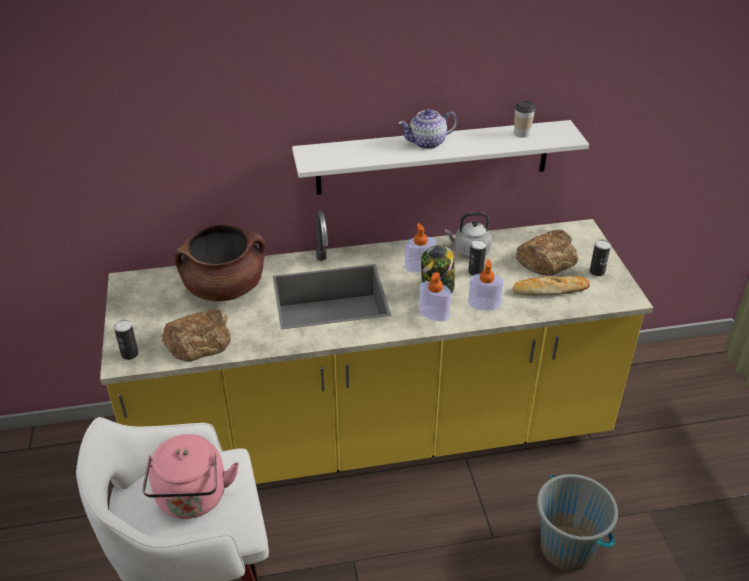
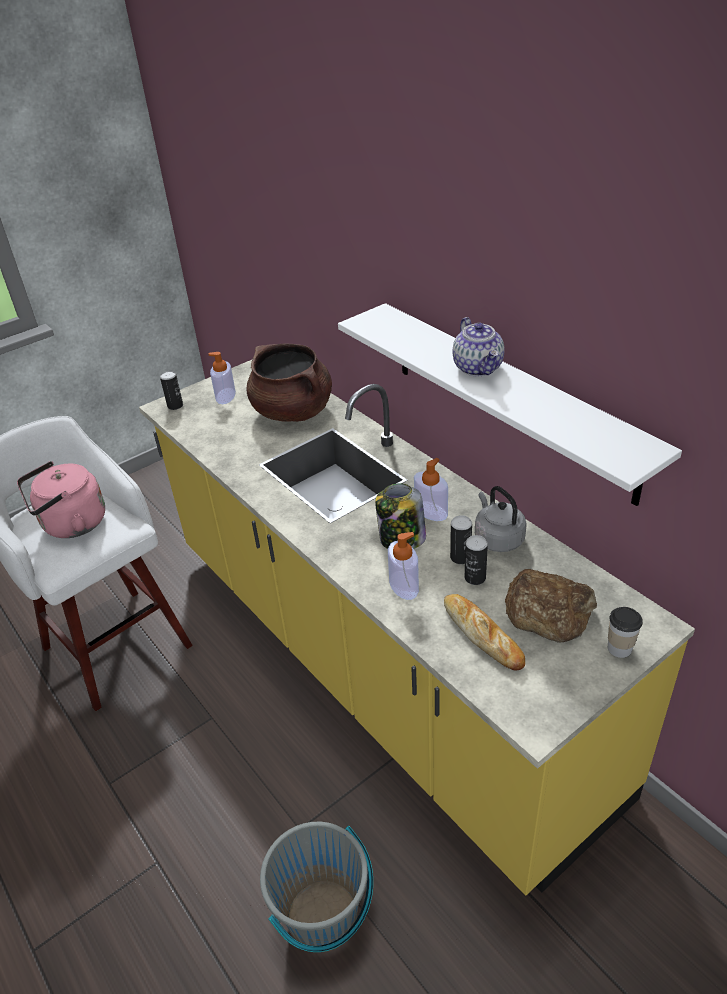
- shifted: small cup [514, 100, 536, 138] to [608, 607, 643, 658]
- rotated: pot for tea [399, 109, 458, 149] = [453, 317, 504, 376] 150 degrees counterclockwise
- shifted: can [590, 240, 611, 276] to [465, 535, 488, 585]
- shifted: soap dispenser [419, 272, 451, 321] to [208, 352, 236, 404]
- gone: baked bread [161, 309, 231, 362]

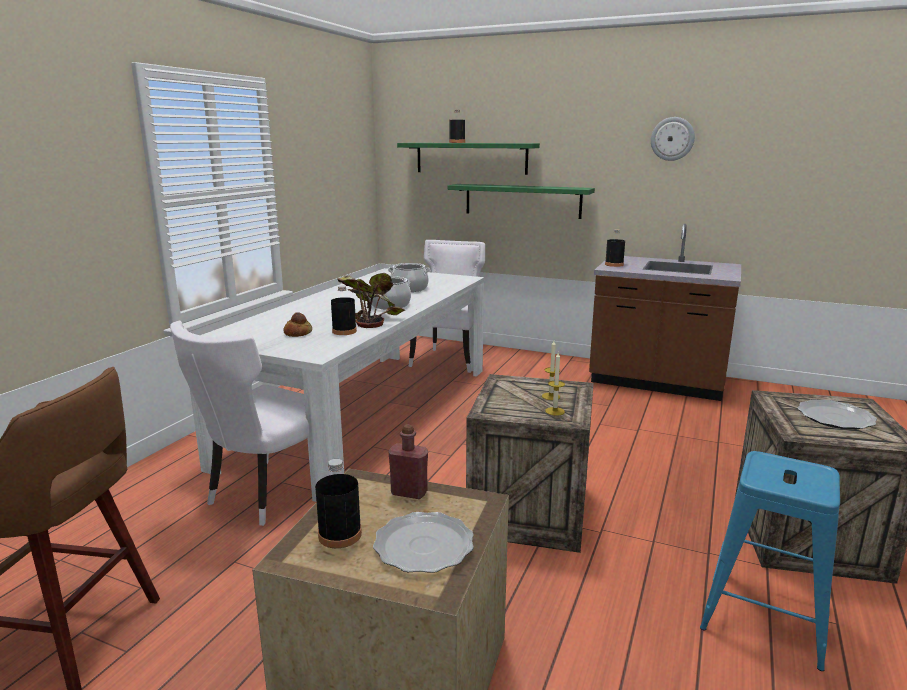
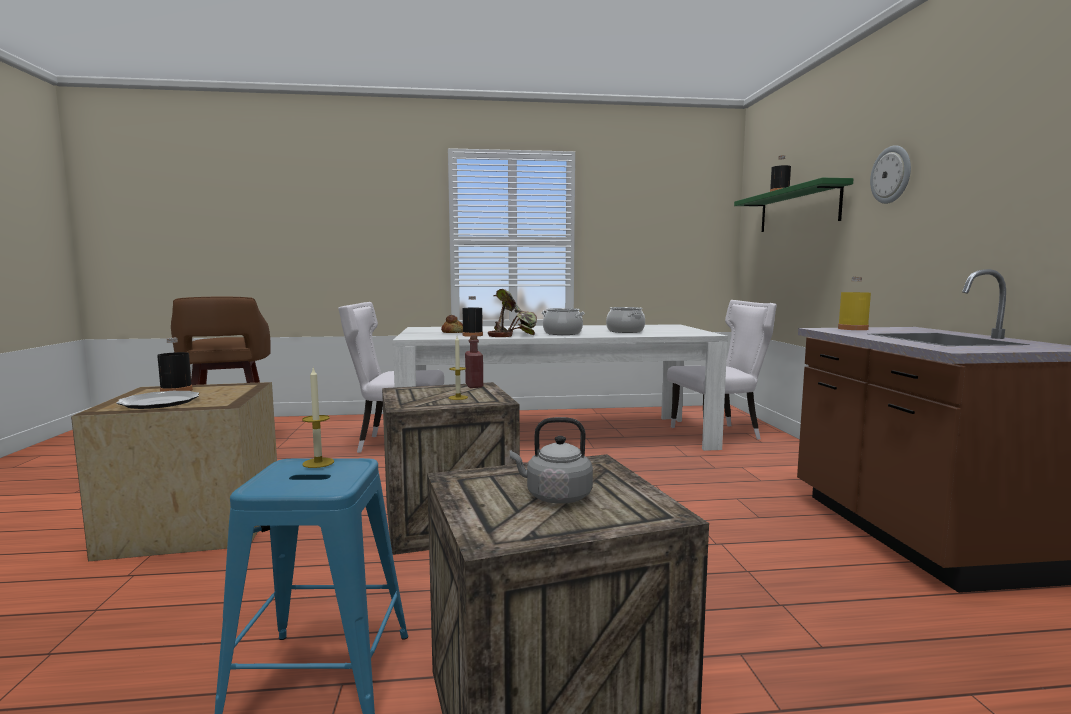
- shifted: hanging clock [651, 117, 695, 161] to [870, 145, 911, 204]
- gone: wall shelf (green-coloured) [448, 184, 595, 219]
- repainted: bottle (blackish) [605, 230, 625, 267] to bottle (yellow) [838, 277, 871, 330]
- shifted: wax candle [545, 353, 565, 416] to [302, 368, 334, 468]
- swapped: flat dish [797, 399, 877, 430] to kettle (gray) [510, 417, 593, 504]
- shifted: bottle (red-coloured) [389, 424, 428, 499] to [465, 335, 483, 388]

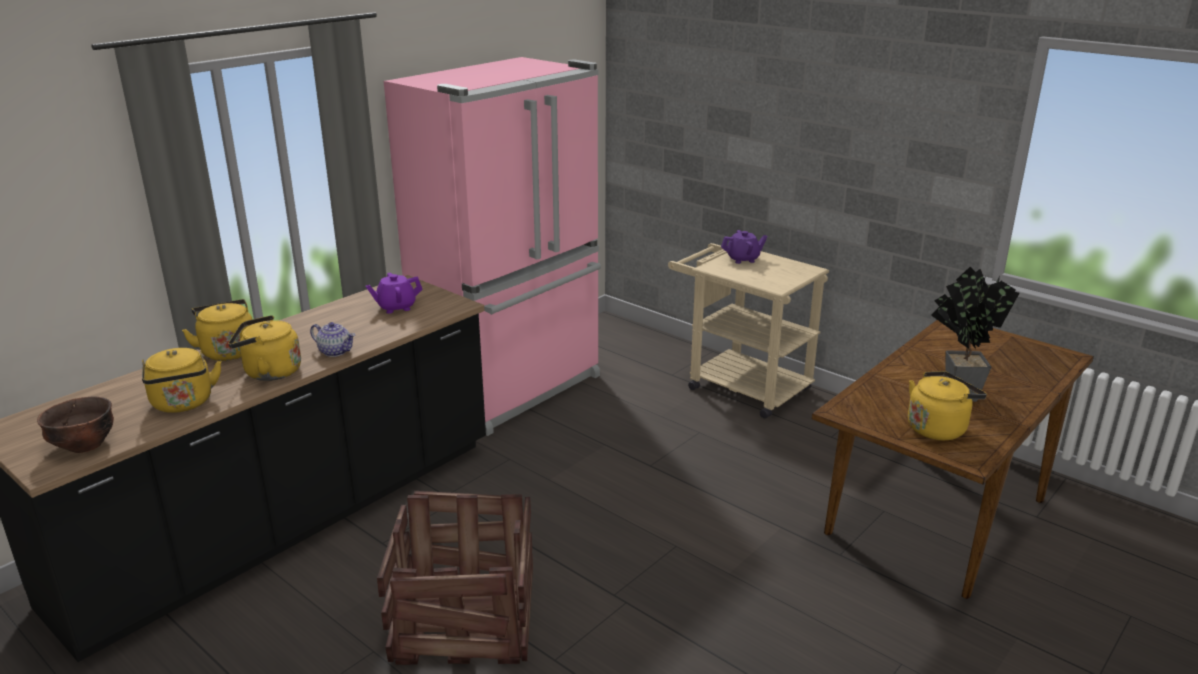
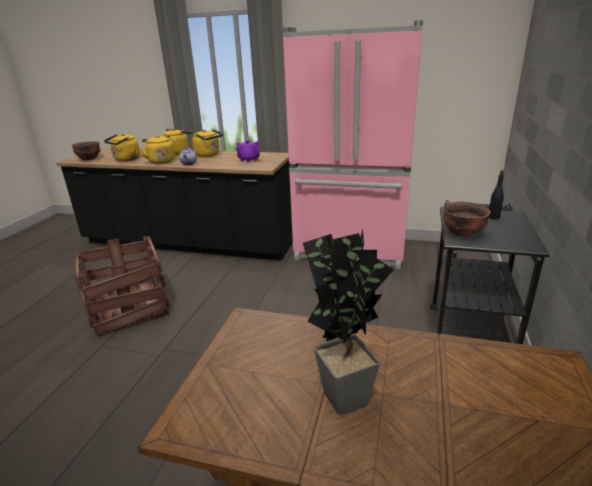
- swapped: pot for tea (purplish) [721, 230, 768, 264] to bottle (blackish) [489, 170, 504, 219]
- repainted: wheeled cart (sand-coloured) [668, 243, 829, 419] to wheeled cart (blackish) [430, 200, 550, 344]
- shifted: kettle (yellow) [908, 371, 987, 440] to [192, 129, 223, 157]
- new: bowl (brown-coloured) [443, 202, 491, 236]

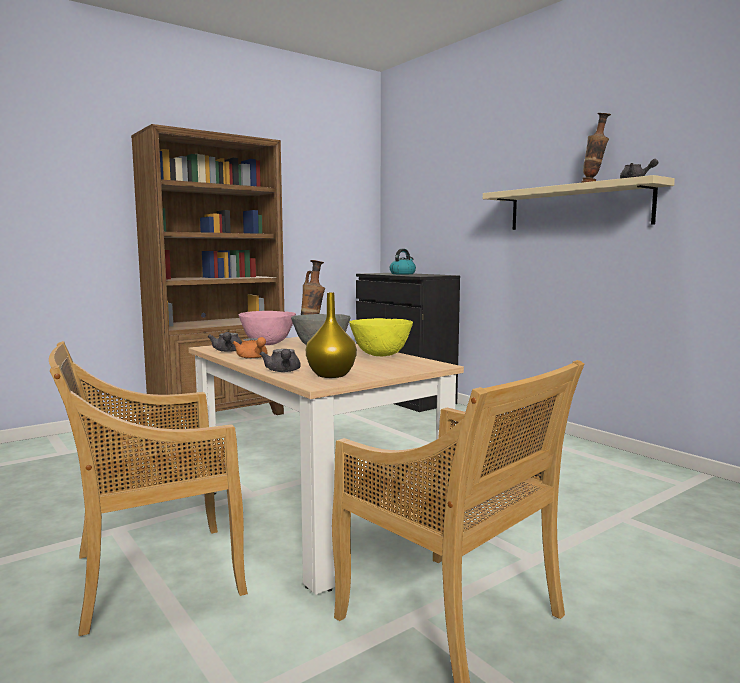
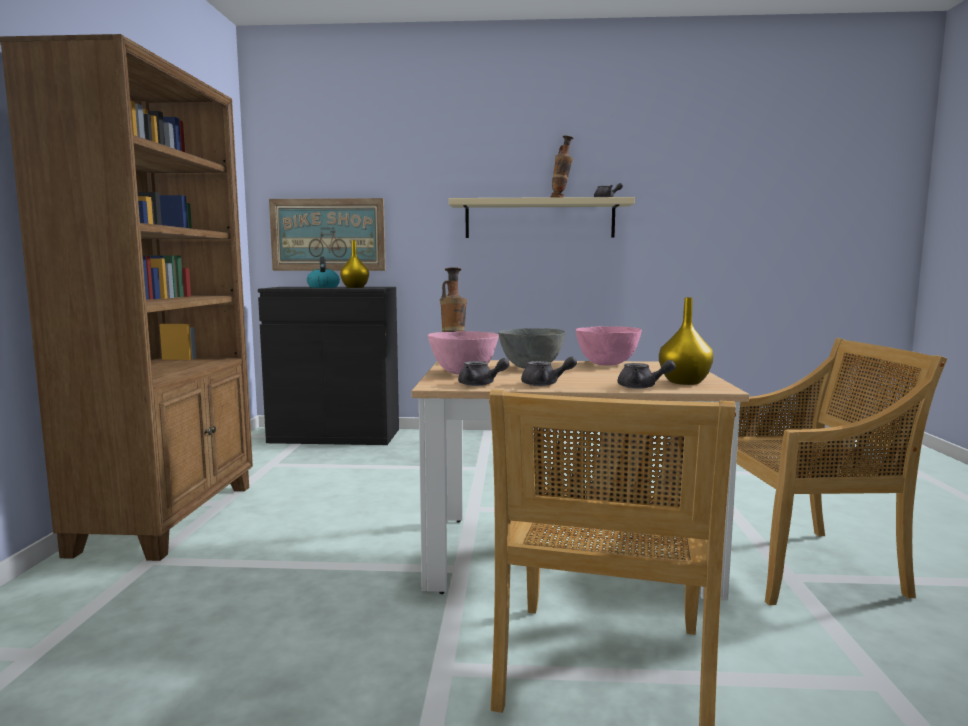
- repainted: bowl (yellow) [349, 318, 413, 356] to bowl (pinkish) [576, 326, 642, 366]
- repainted: pot for tea (orange-coloured) [233, 337, 267, 359] to pot for tea (gray) [521, 356, 577, 386]
- new: wall art [269, 198, 386, 271]
- new: flower vase (yellow) [340, 241, 369, 288]

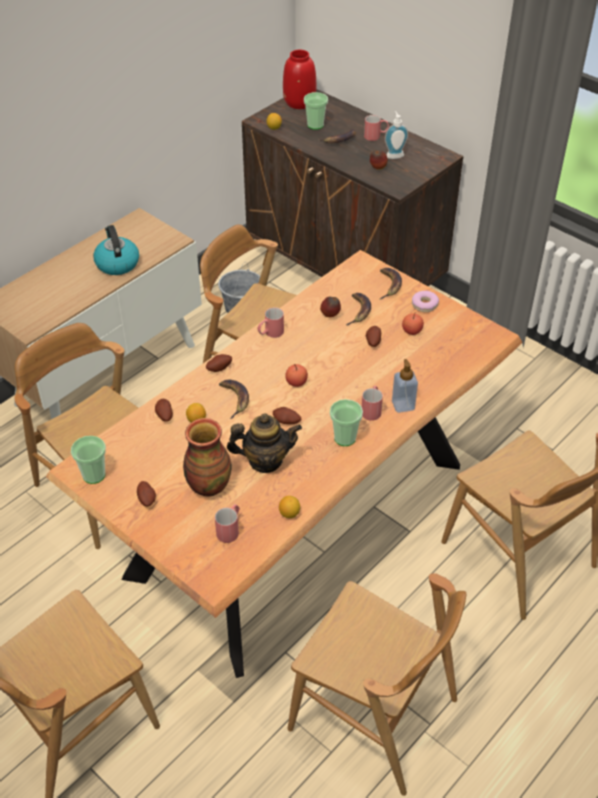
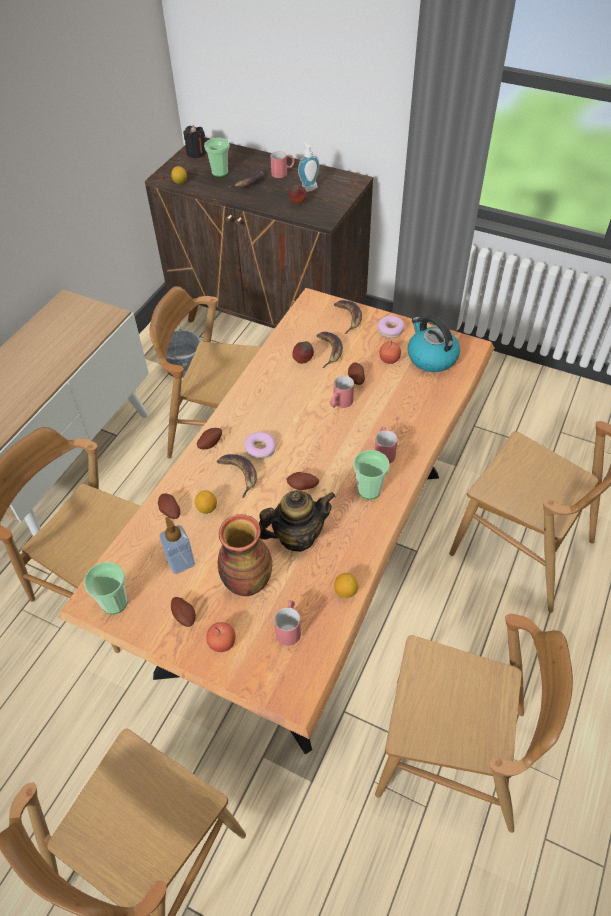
- swapped: flower vase (red-coloured) [283, 50, 316, 109] to wax candle (blackish) [183, 125, 206, 159]
- shifted: kettle [93, 225, 139, 275] to [408, 315, 460, 372]
- shifted: coffee mug (red-coloured) [257, 308, 284, 338] to [330, 376, 354, 408]
- shifted: soap dispenser [392, 359, 418, 413] to [159, 517, 195, 574]
- shifted: apple fruit [285, 364, 308, 387] to [206, 622, 236, 652]
- new: ring doughnut [244, 432, 276, 459]

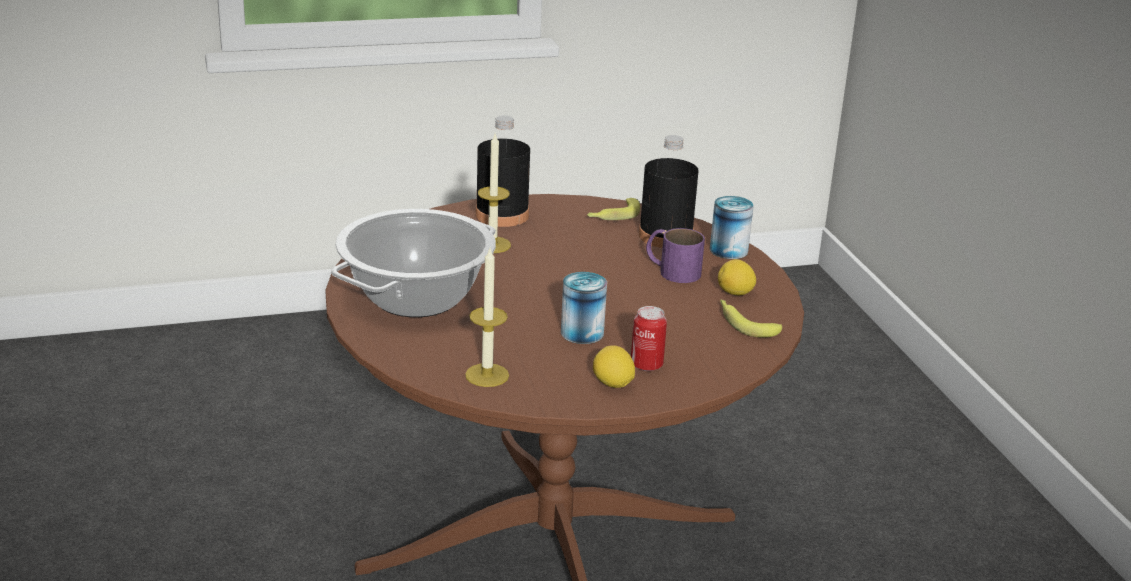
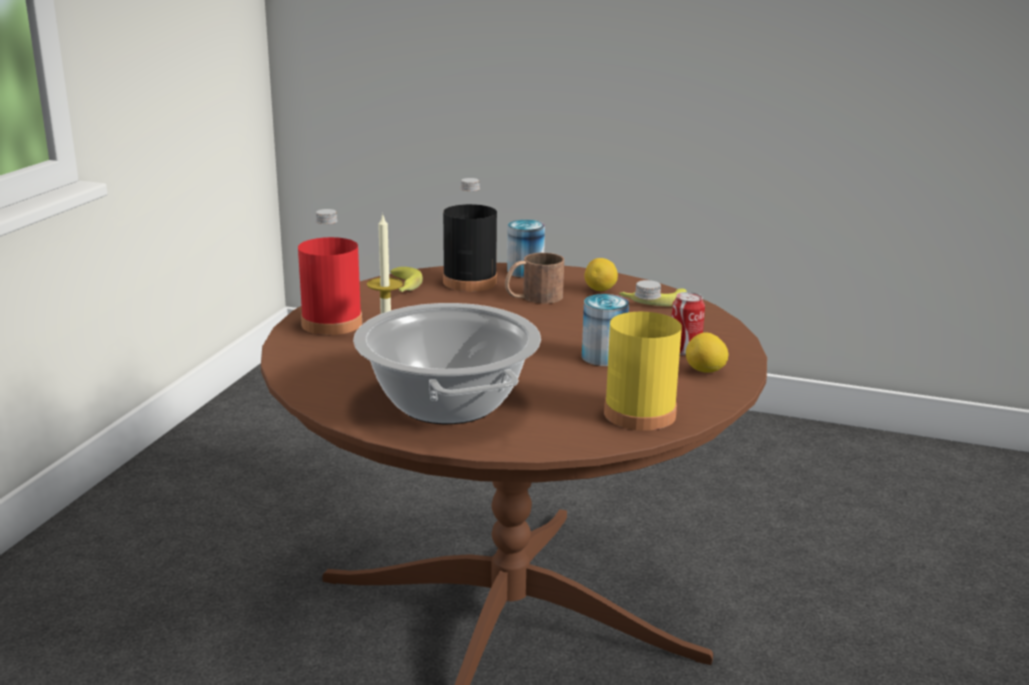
- repainted: bottle (blackish) [475, 115, 530, 227] to bottle (red-coloured) [298, 209, 362, 335]
- repainted: coffee mug (purplish) [646, 228, 705, 283] to coffee mug (brown-coloured) [505, 253, 564, 304]
- swapped: wax candle [465, 249, 509, 387] to bottle (yellow) [604, 280, 682, 431]

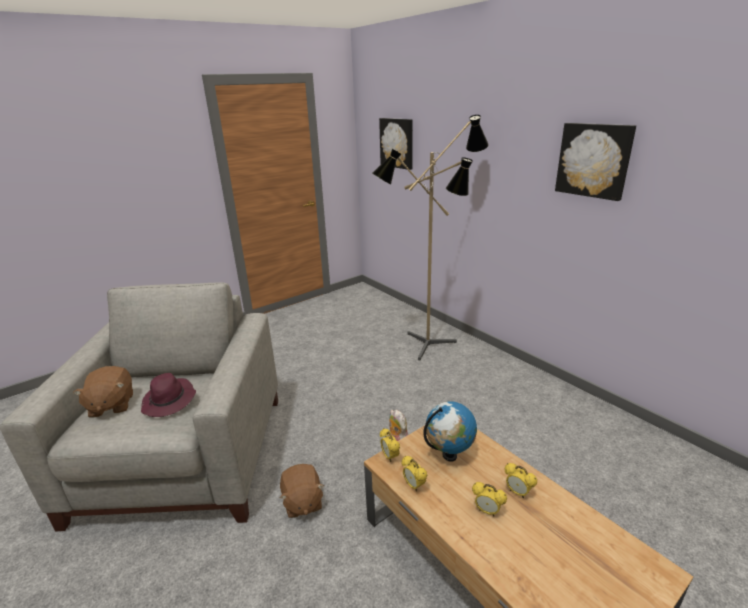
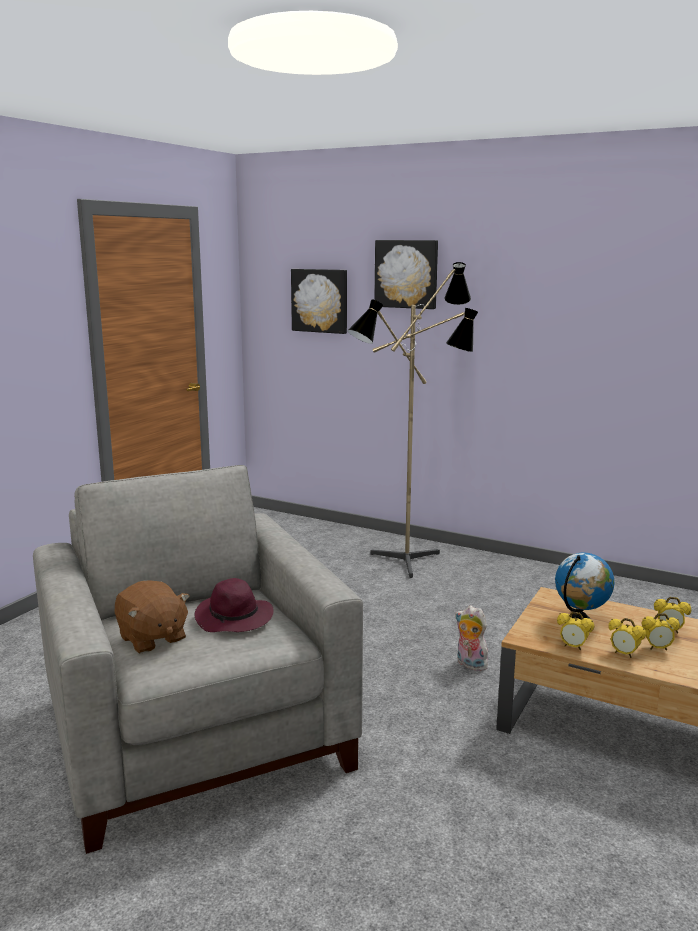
- shifted: wall art [555, 123, 636, 201] to [374, 240, 438, 309]
- shifted: bedside clock [380, 428, 400, 462] to [608, 618, 646, 658]
- gone: plush toy (brown-coloured) [280, 464, 324, 518]

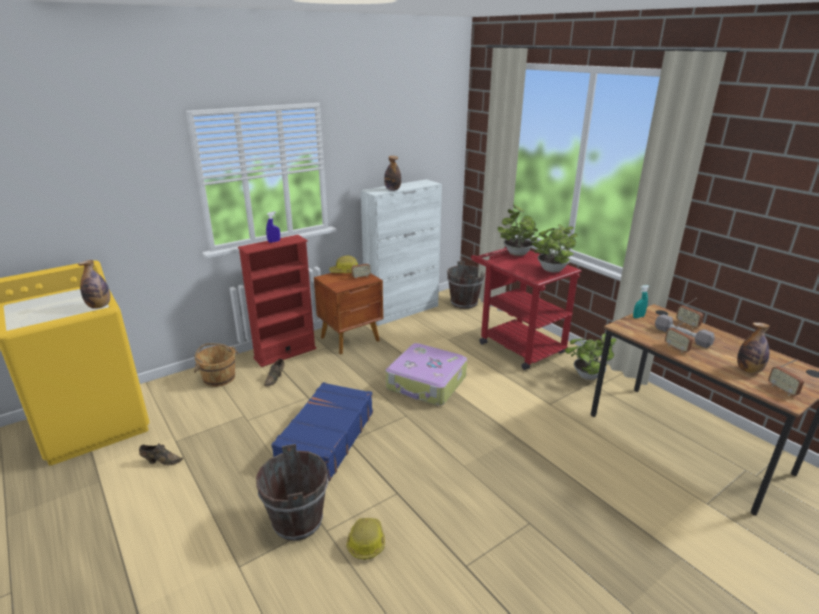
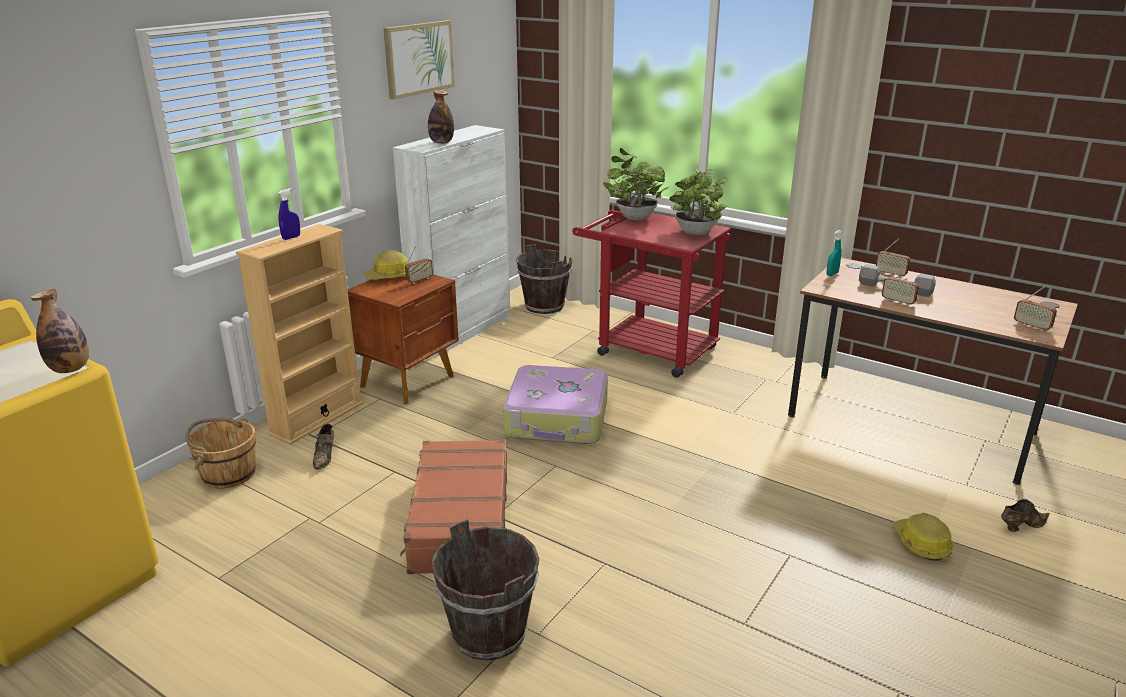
- repainted: bookshelf (red-coloured) [238, 235, 317, 367] to bookshelf (sand-coloured) [236, 224, 364, 445]
- gone: bottle [737, 322, 770, 373]
- gone: plant in a pot [565, 333, 617, 380]
- repainted: travel case (blue-coloured) [271, 382, 373, 481] to travel case (brown-coloured) [400, 439, 507, 574]
- shifted: item of footwear (brown-coloured) [139, 443, 183, 465] to [1001, 499, 1050, 532]
- shifted: hard hat [346, 518, 385, 560] to [892, 513, 953, 561]
- new: wall art [383, 20, 455, 100]

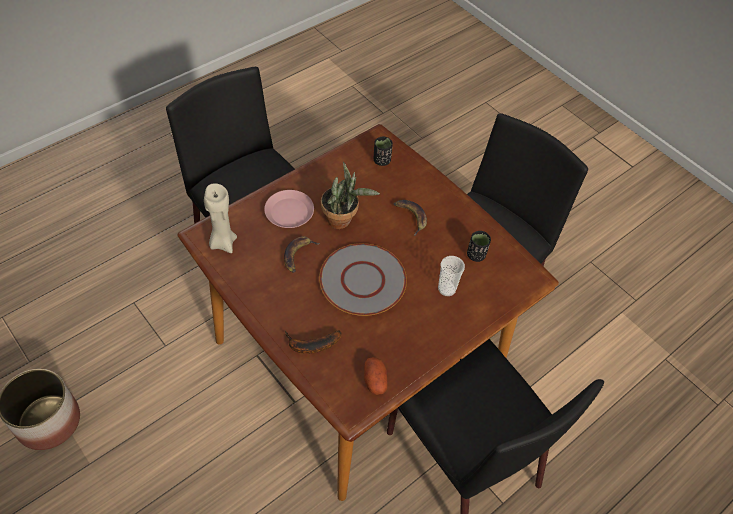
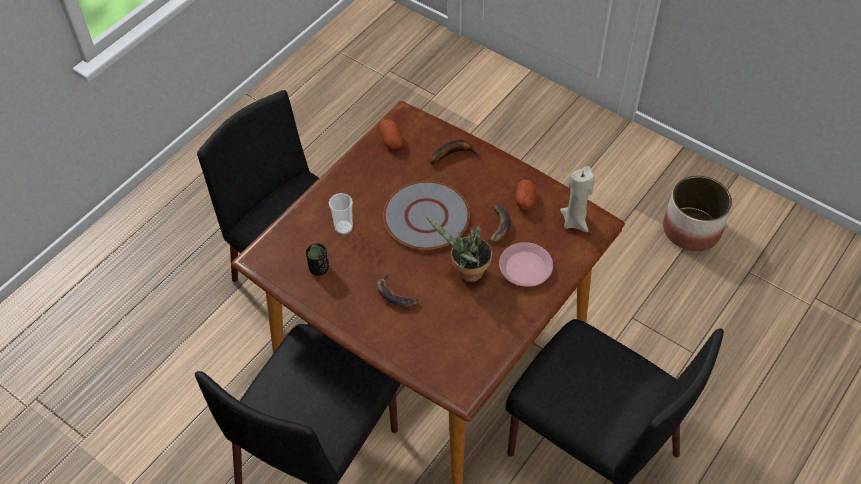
- gone: small cup (blackish) [374, 137, 393, 166]
- new: spud [515, 180, 536, 210]

